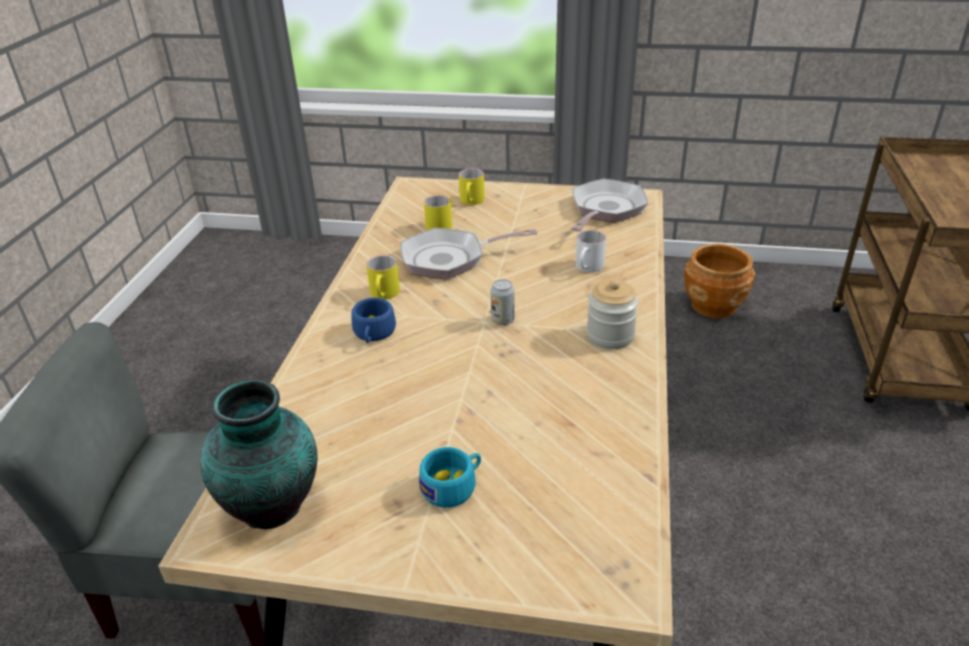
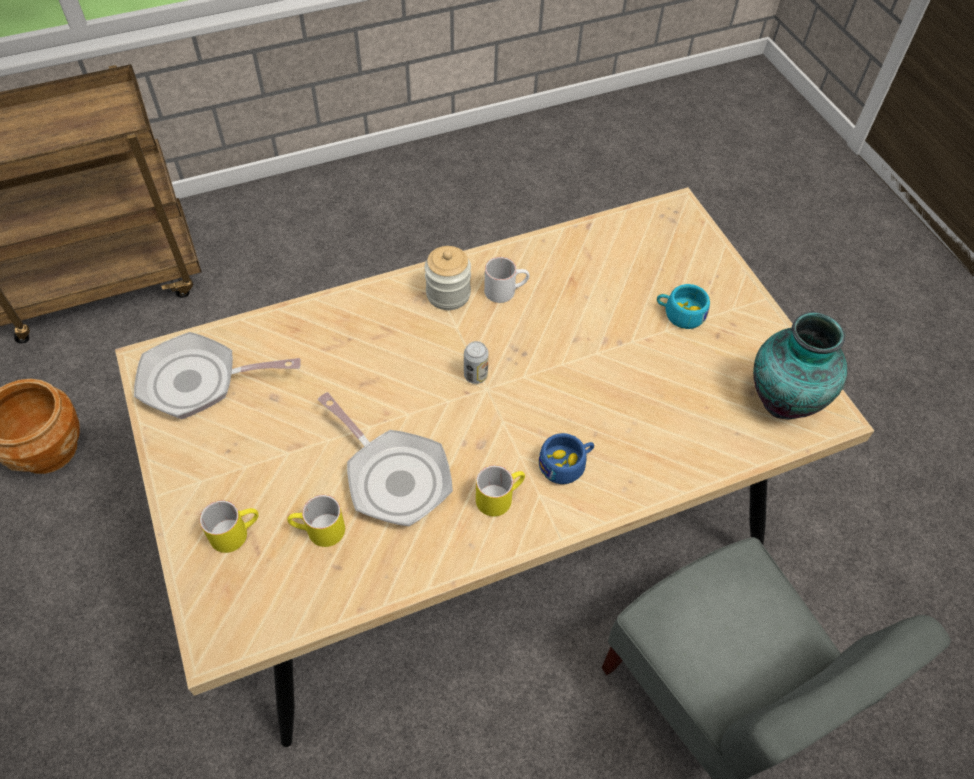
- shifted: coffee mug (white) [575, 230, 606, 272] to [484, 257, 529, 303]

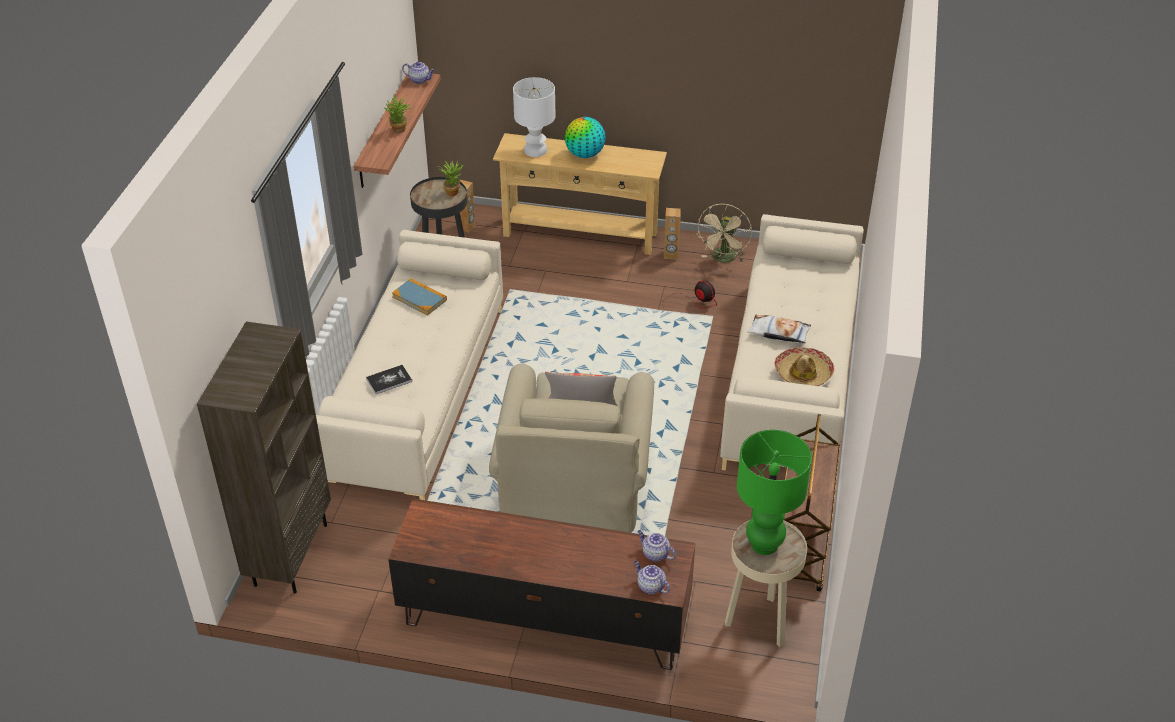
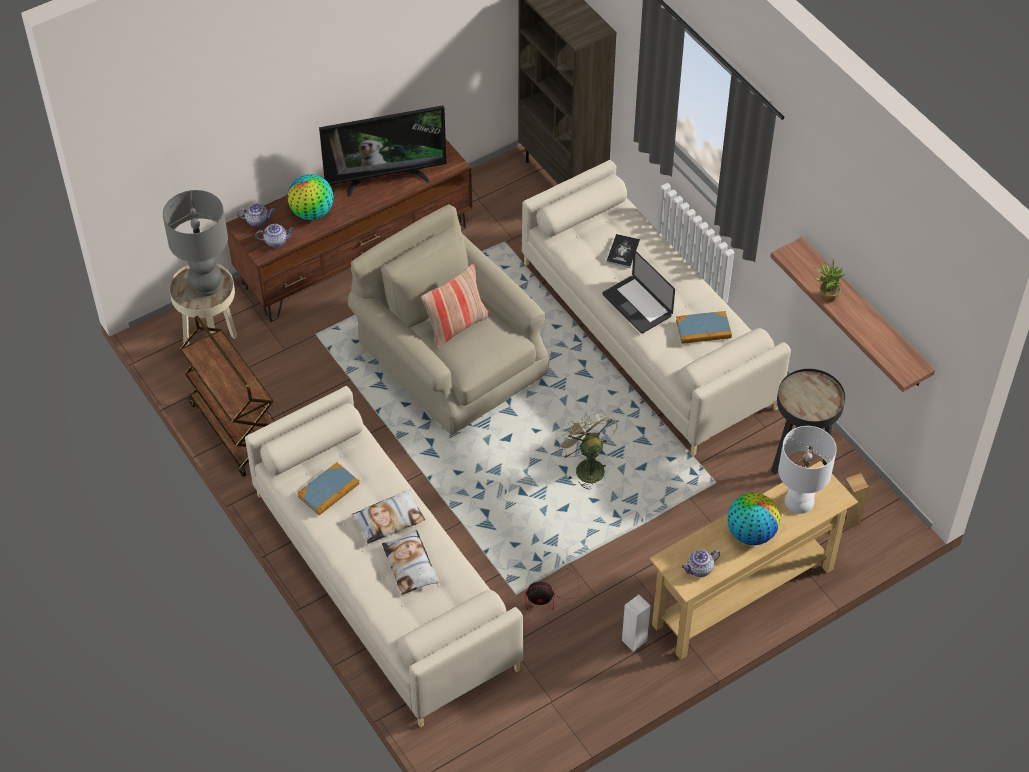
- shifted: pot for tea [402, 62, 435, 84] to [682, 550, 720, 577]
- gone: plant in a pot [438, 161, 464, 196]
- shifted: fan (sand-coloured) [697, 204, 752, 263] to [554, 410, 618, 490]
- repainted: speaker (brown-coloured) [664, 208, 681, 259] to speaker (white) [622, 595, 651, 652]
- swapped: clothing hat [775, 347, 834, 386] to volume [297, 462, 359, 516]
- repainted: table lamp (green-coloured) [737, 430, 812, 555] to table lamp (gray) [163, 190, 228, 296]
- new: TV [319, 105, 447, 197]
- new: desk globe [288, 174, 334, 220]
- new: portable computer [603, 250, 675, 333]
- new: pillow [382, 530, 439, 595]

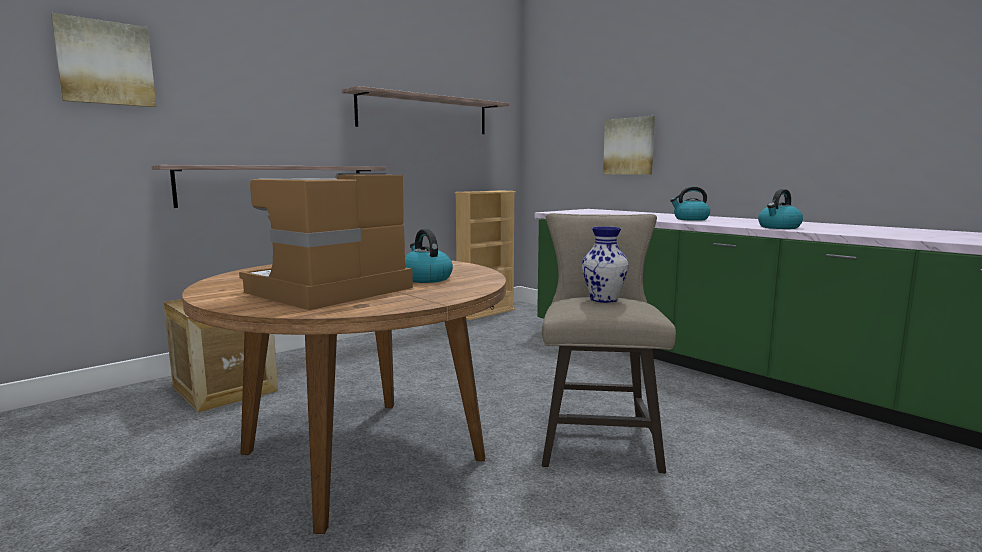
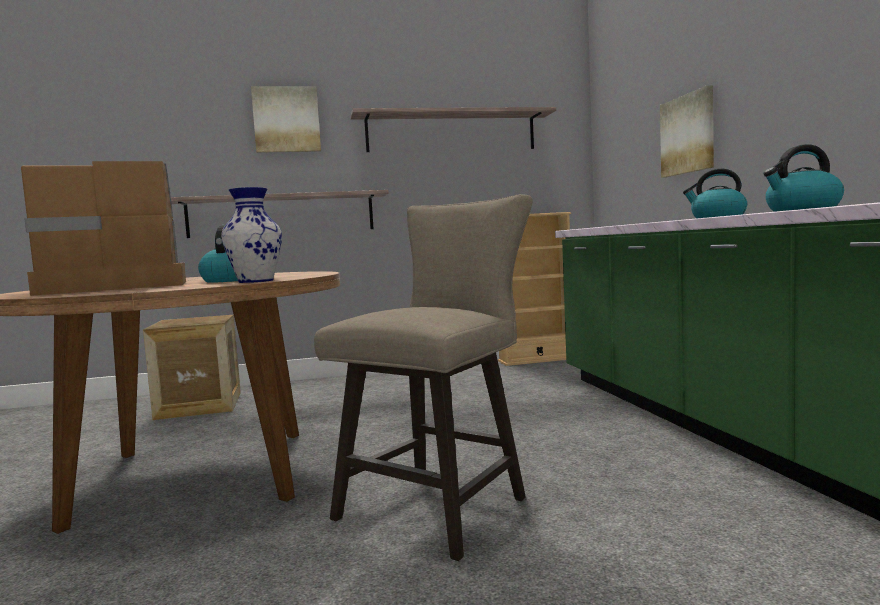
- shifted: wall art [51, 13, 156, 107] to [251, 86, 321, 153]
- shifted: flower vase [582, 227, 629, 303] to [221, 187, 282, 283]

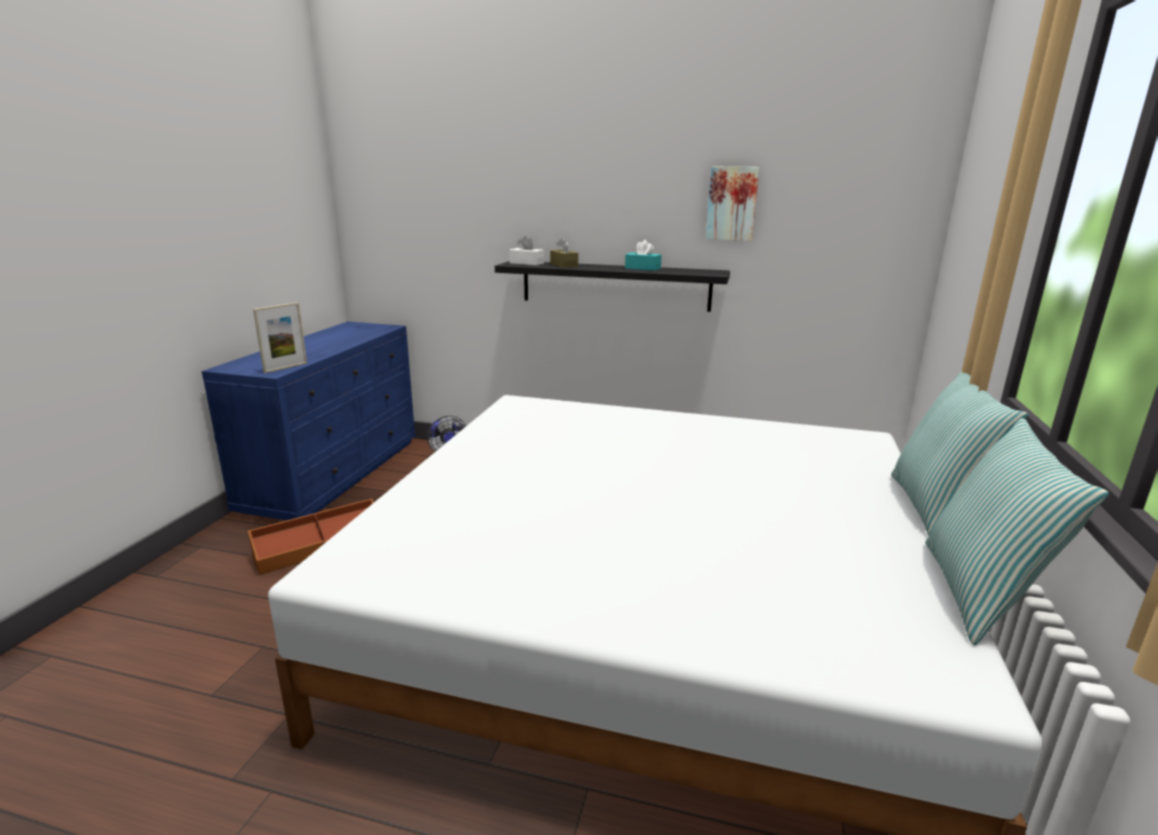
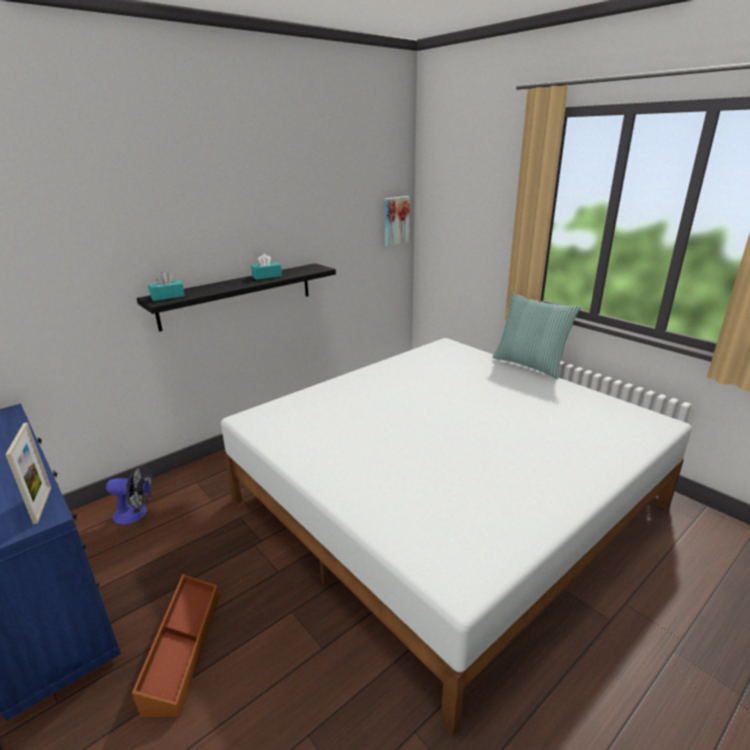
- shifted: wall art [706, 167, 760, 241] to [385, 196, 410, 246]
- repainted: tissue holder (white) [509, 236, 544, 265] to tissue holder (turquoise-coloured) [148, 272, 185, 301]
- gone: tissue holder (brown-coloured) [550, 238, 578, 268]
- gone: pillow [925, 418, 1109, 645]

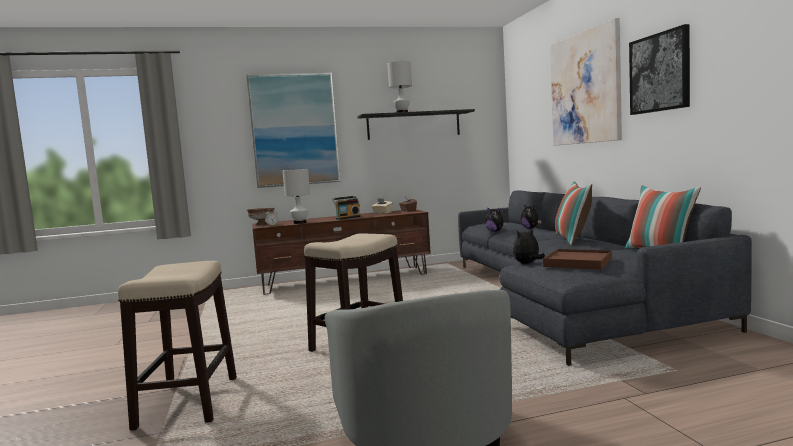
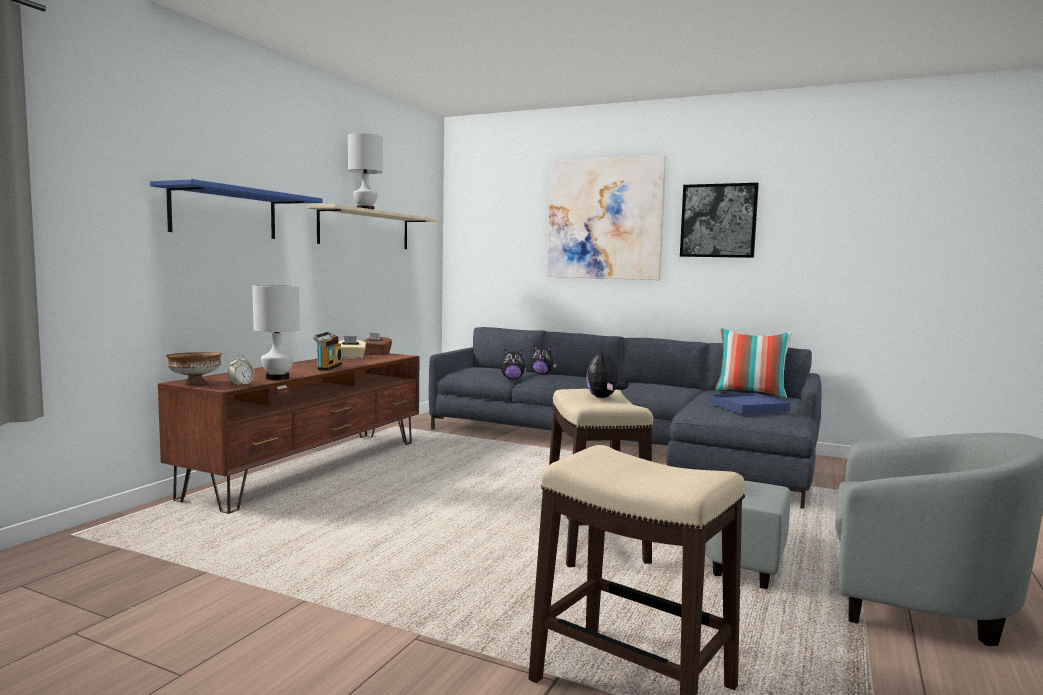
- swapped: wall art [246, 73, 340, 188] to wall shelf (blue-coloured) [150, 179, 323, 239]
- repainted: wall shelf (blackish) [357, 109, 475, 140] to wall shelf (sand-coloured) [307, 204, 437, 249]
- gone: pillow [555, 182, 592, 245]
- shifted: plush toy [513, 228, 545, 264] to [586, 348, 629, 398]
- repainted: serving tray (brown-coloured) [543, 249, 612, 270] to serving tray (blue-coloured) [709, 393, 791, 414]

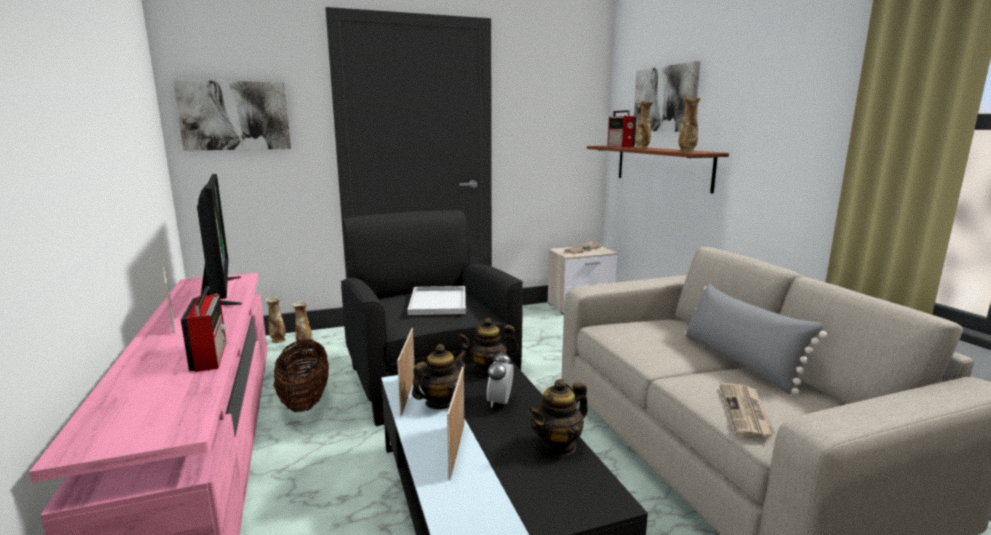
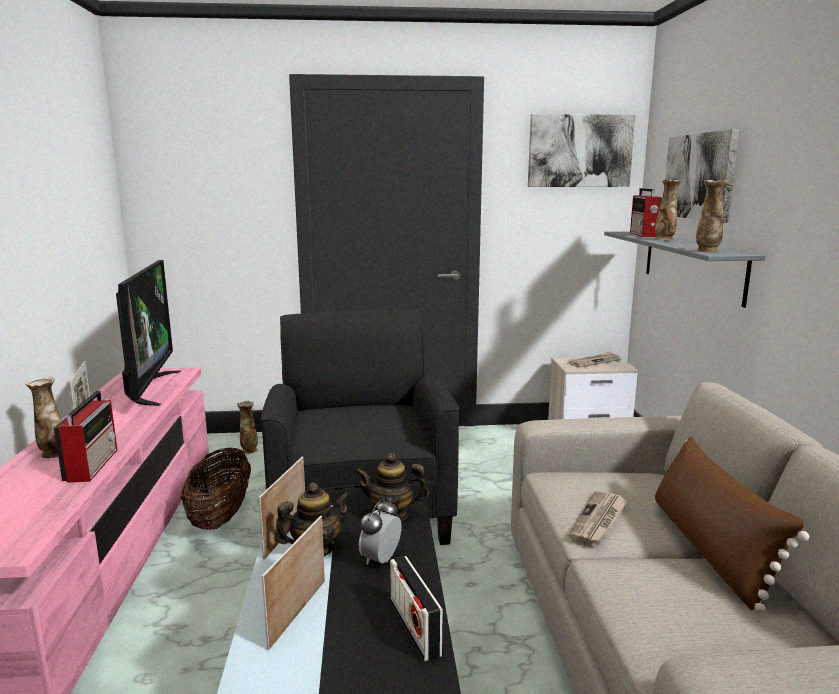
- shifted: wall art [173, 80, 291, 151] to [528, 114, 636, 187]
- repainted: wall shelf (brown-coloured) [587, 146, 729, 194] to wall shelf (gray) [604, 231, 765, 308]
- repainted: pillow (gray) [684, 283, 827, 395] to pillow (brown-coloured) [655, 436, 810, 613]
- gone: serving tray (white) [407, 286, 466, 315]
- shifted: flower vase [265, 297, 286, 343] to [25, 377, 62, 458]
- swapped: pot for tea [528, 379, 588, 457] to radio receiver [390, 556, 443, 661]
- shifted: daily paper [720, 383, 775, 439] to [569, 491, 628, 546]

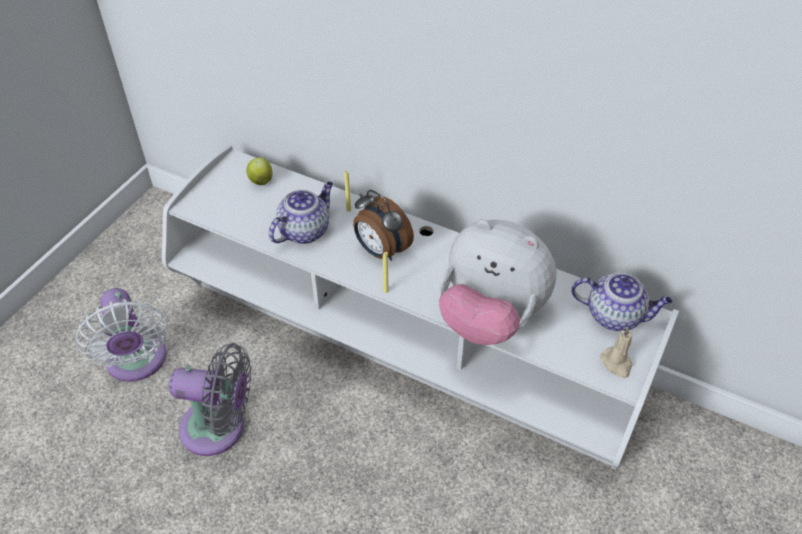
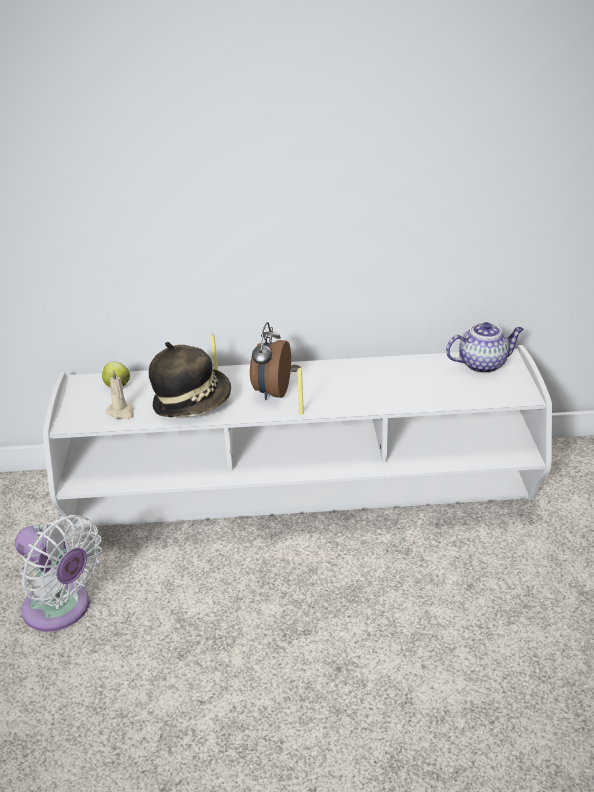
- swapped: pot for tea [269, 181, 333, 244] to clothing hat [149, 342, 231, 417]
- rotated: bedside clock [353, 190, 414, 261] = [250, 322, 291, 400] 90 degrees clockwise
- gone: plush toy [439, 219, 557, 345]
- shifted: wax candle (sand-coloured) [600, 327, 633, 378] to [106, 370, 134, 419]
- gone: fan (gray) [169, 343, 251, 456]

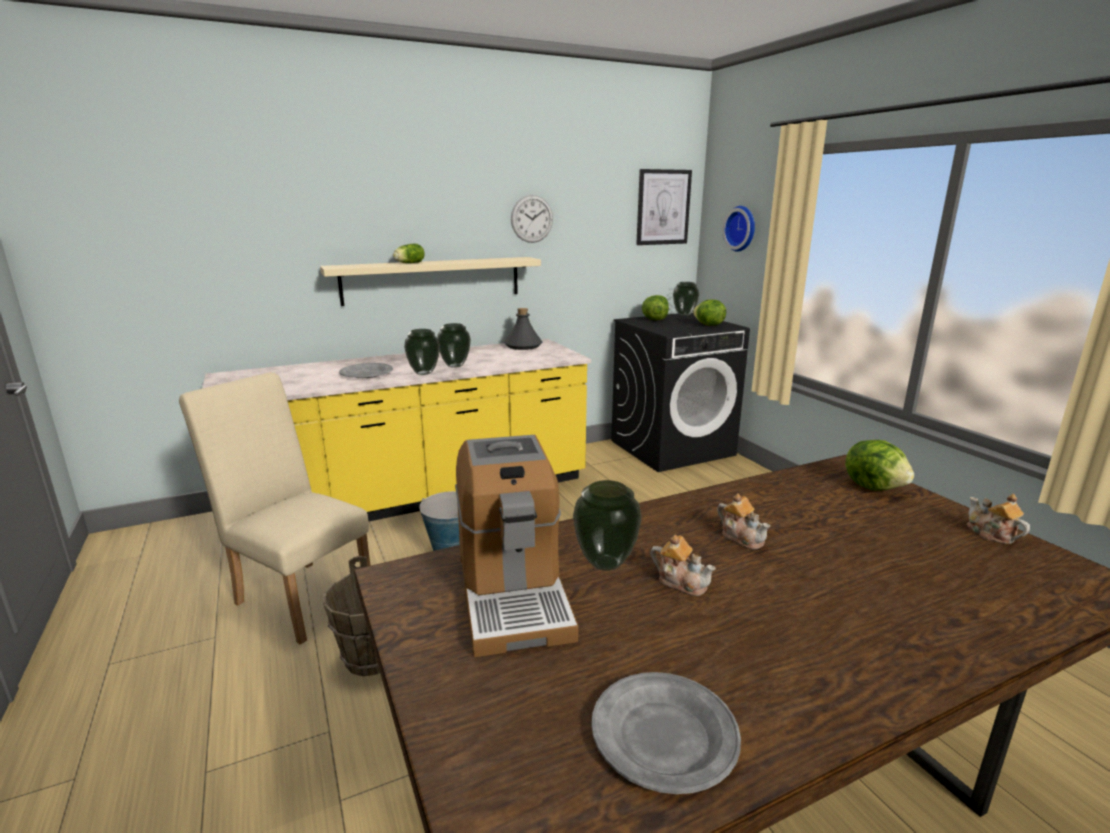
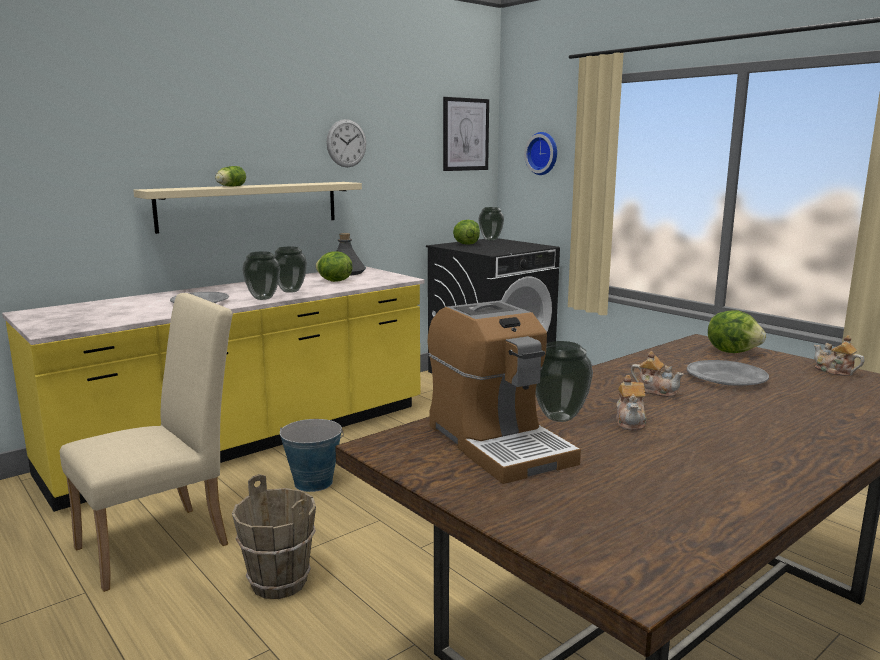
- shifted: lettuce [693, 300, 726, 326] to [315, 251, 353, 282]
- rotated: upright chair (sand-coloured) [179, 372, 371, 645] = [60, 293, 233, 592] 120 degrees clockwise
- rotated: pot for tea [650, 534, 716, 596] = [616, 375, 647, 431] 75 degrees clockwise
- shifted: flat dish (gray) [591, 672, 741, 794] to [687, 360, 769, 386]

